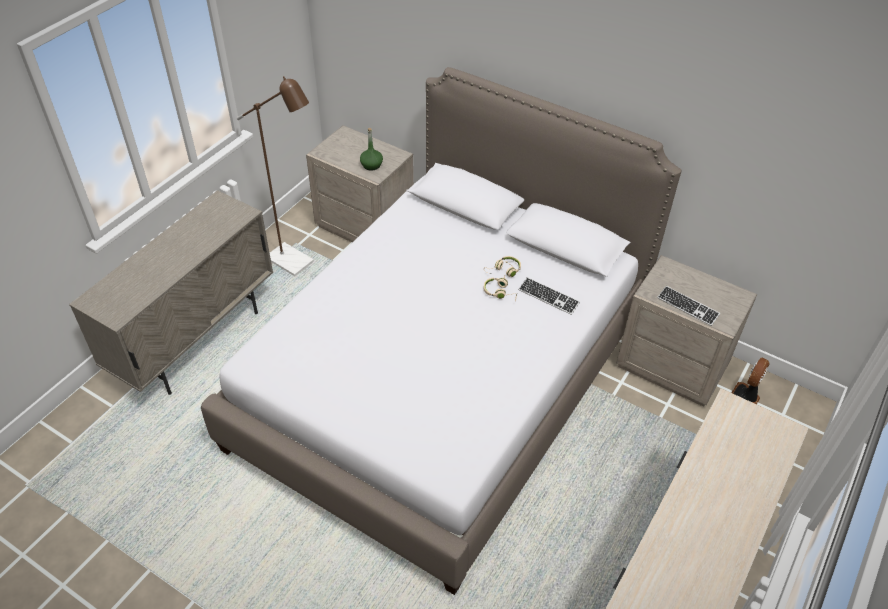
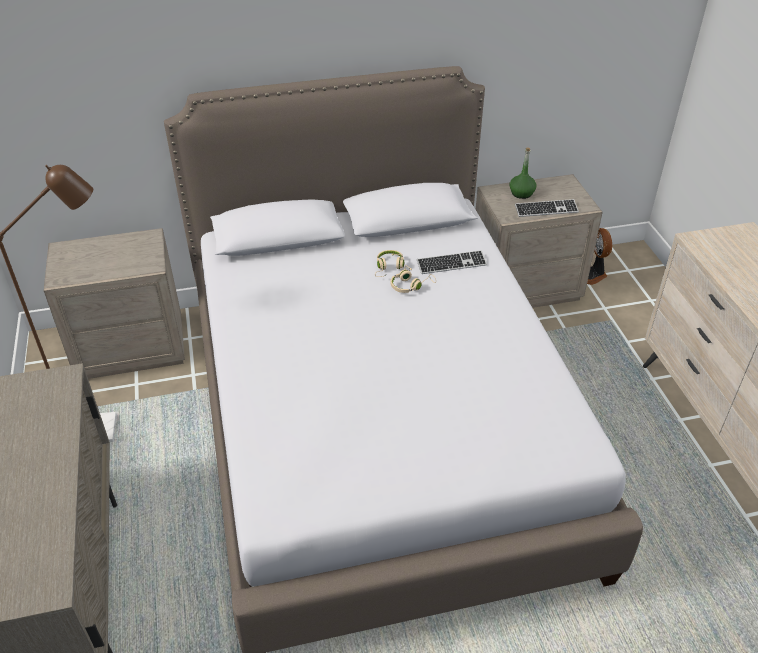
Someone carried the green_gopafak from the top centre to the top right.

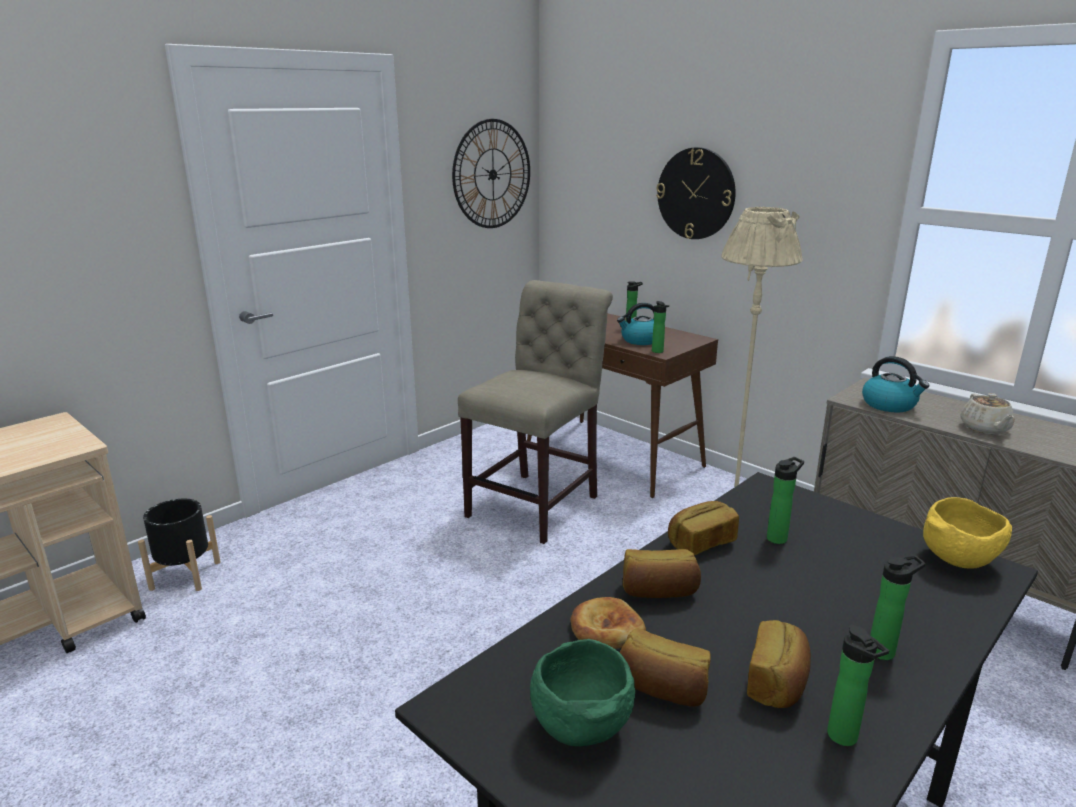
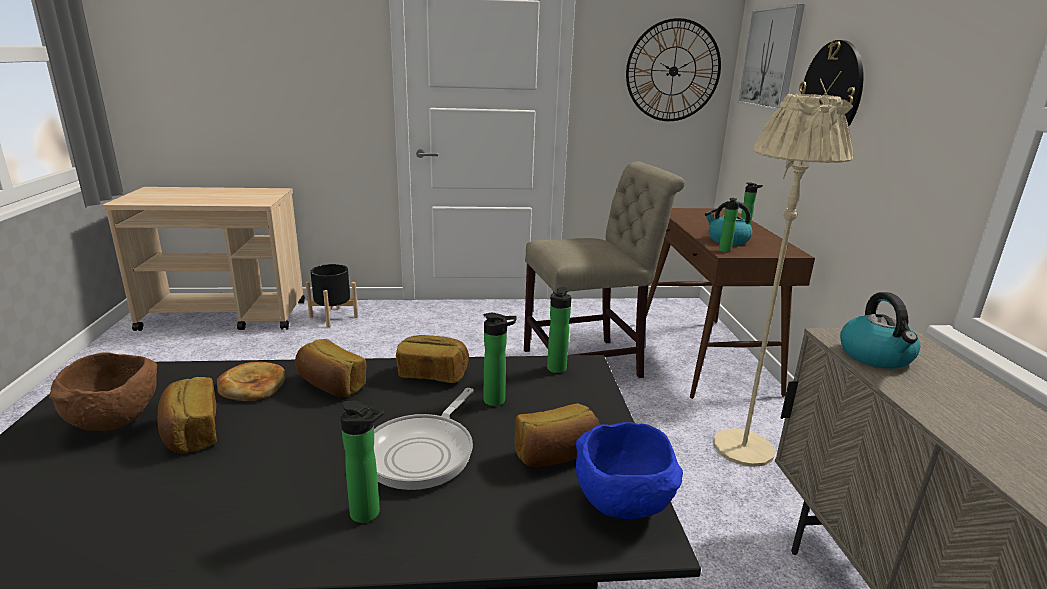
Someone repainted the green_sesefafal at the bottom centre, which became the brown_sesefafal at the middle left. Someone carried the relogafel (5th from left) from the bottom right to the bottom centre. Someone carried the gopafak (4th from left in the first image) from the bottom right to the centre. Someone repainted the yellow_sesefafal at the middle right, which became the blue_sesefafal at the bottom centre. Someone took away the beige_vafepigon at the middle right. Someone put down the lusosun at the bottom centre. Someone put up the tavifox at the top right.

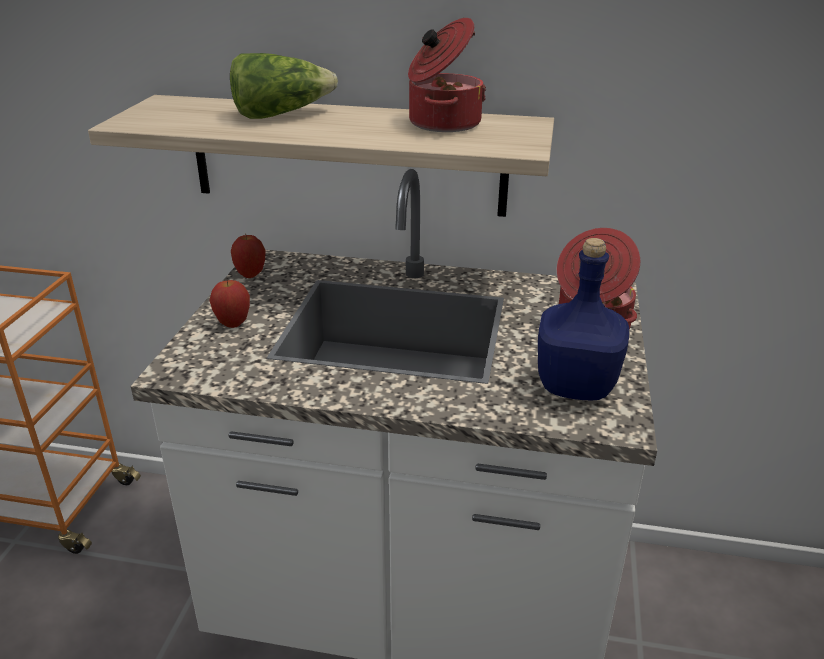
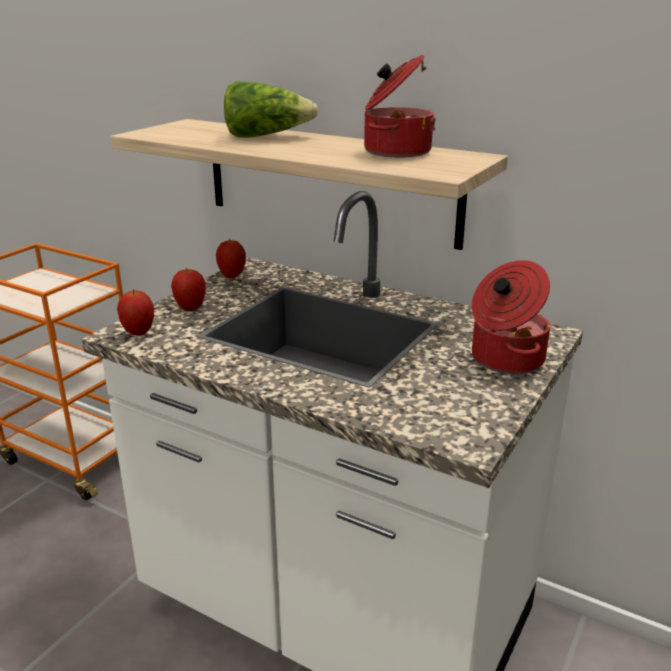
Someone took away the blue_gopafak at the middle right. Someone put down the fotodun (1st from left) at the middle left.

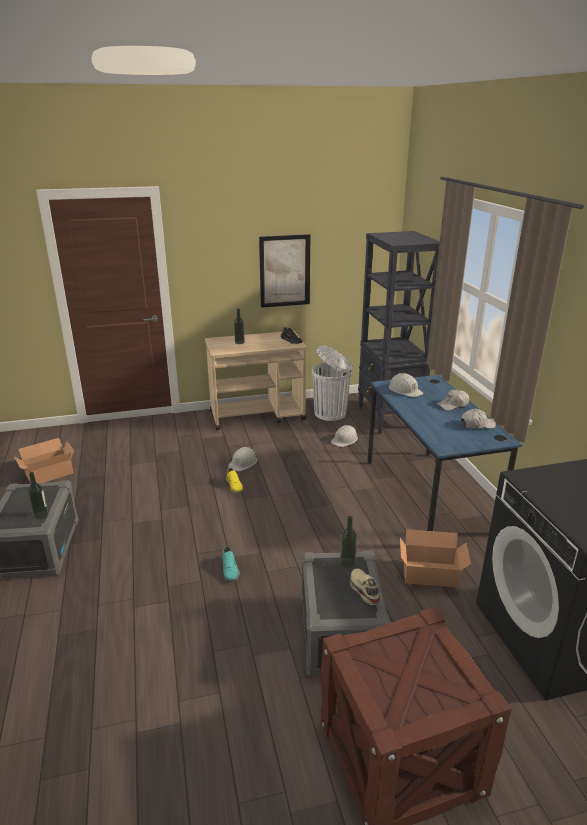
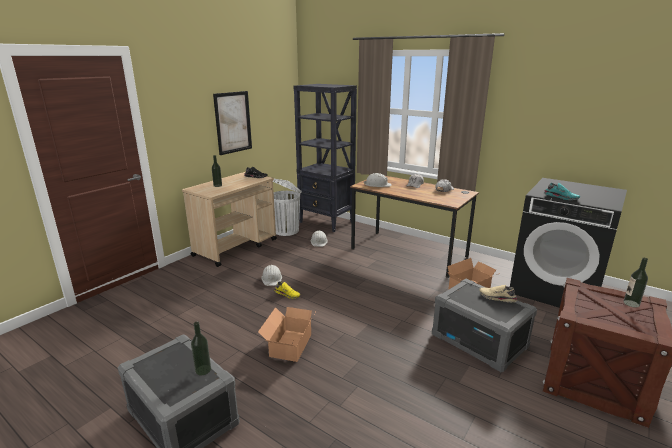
Someone carried the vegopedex (1st from left) from the middle left to the bottom centre. Someone carried the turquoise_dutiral from the bottom centre to the middle right. Someone carried the gopafak (3rd from left) from the centre to the middle right. Someone repainted the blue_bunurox at the middle right, which became the brown_bunurox at the centre.

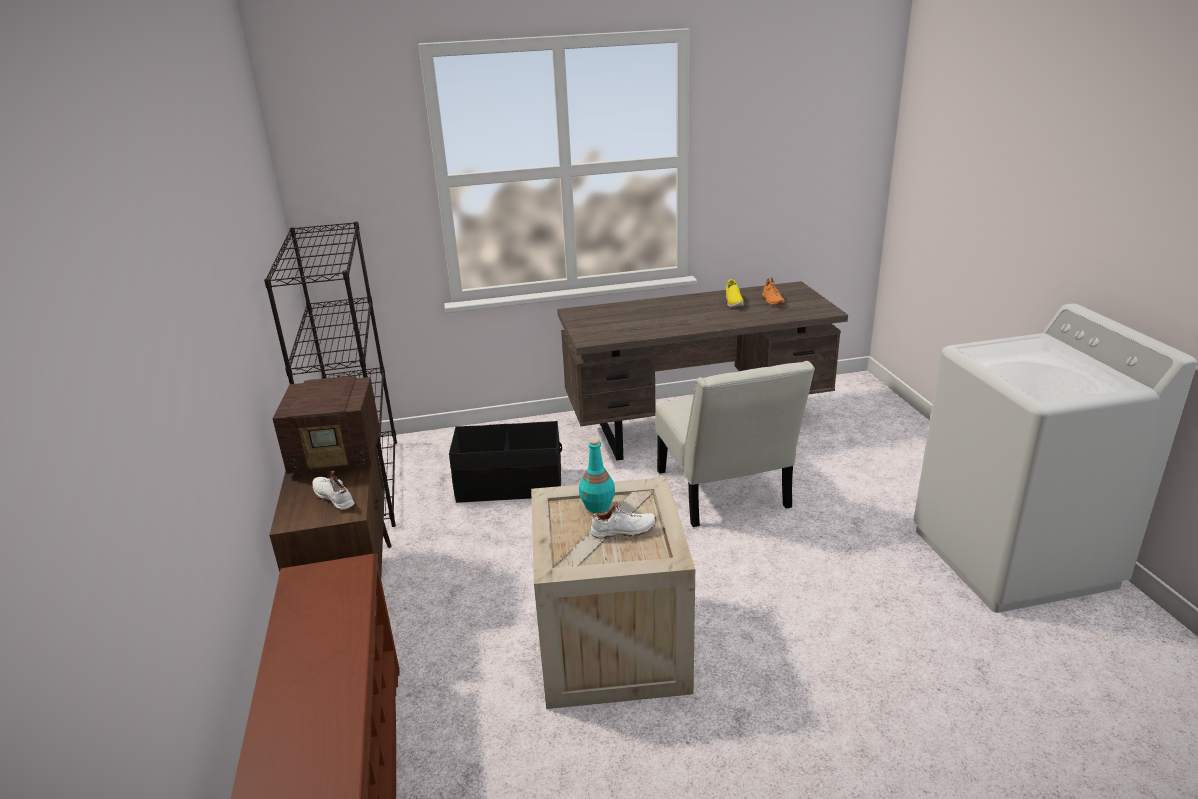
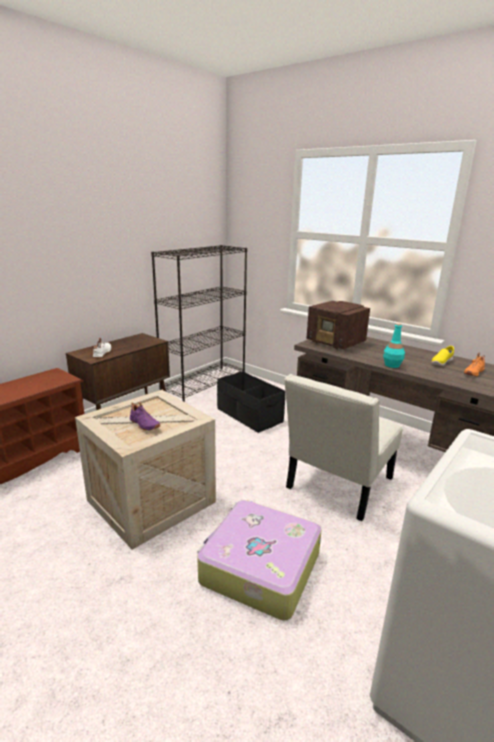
Someone carried the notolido from the middle left to the middle right. Someone carried the turquoise_gopafak from the centre to the middle right. Someone repainted the white_dutiral (2nd from left) at the centre, which became the purple_dutiral at the middle left. Someone put down the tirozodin at the bottom centre.

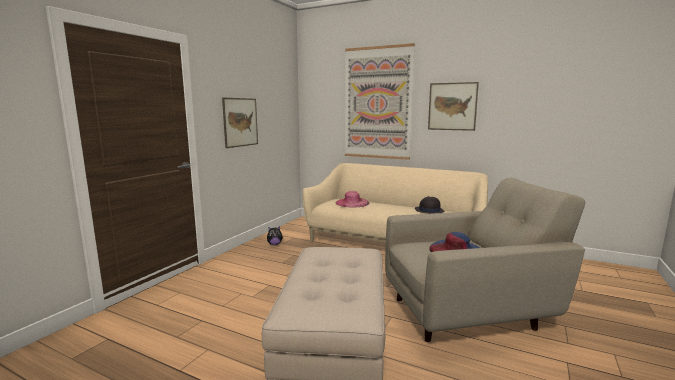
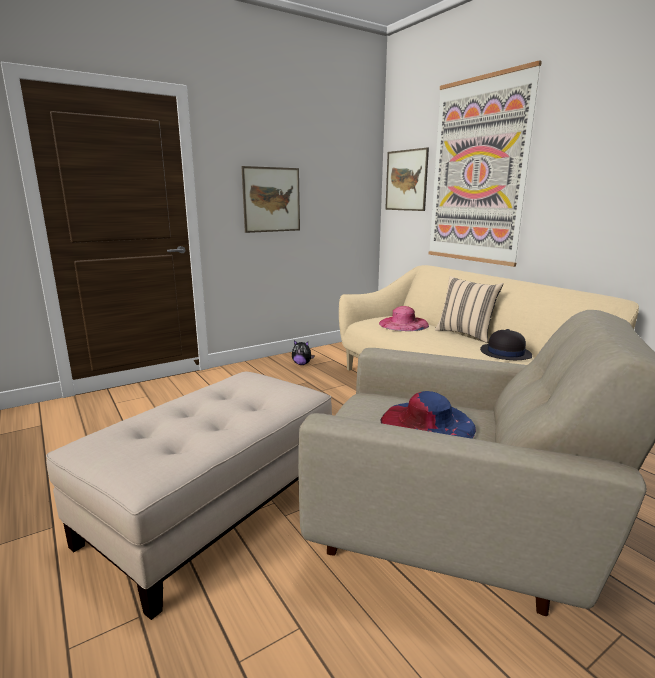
Someone carried the tavifox (3rd from left in the first image) from the top right to the top centre. Someone put down the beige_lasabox at the middle right.

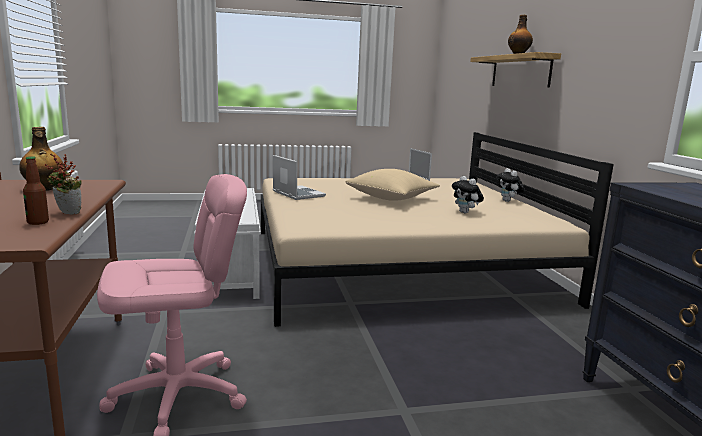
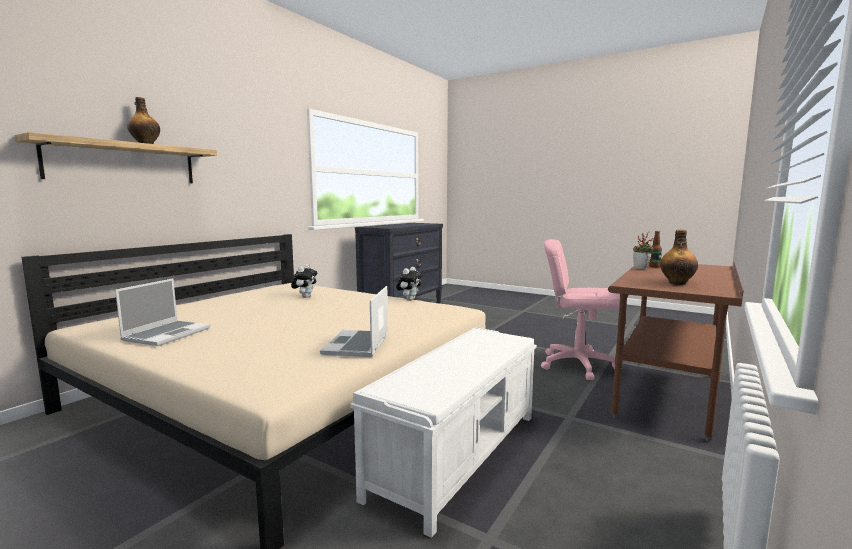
Someone took away the beige_lasabox at the centre. Someone carried the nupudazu (2nd from left) from the middle right to the centre.

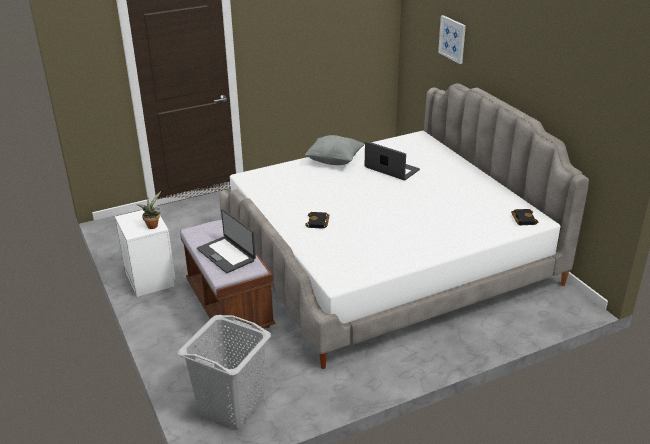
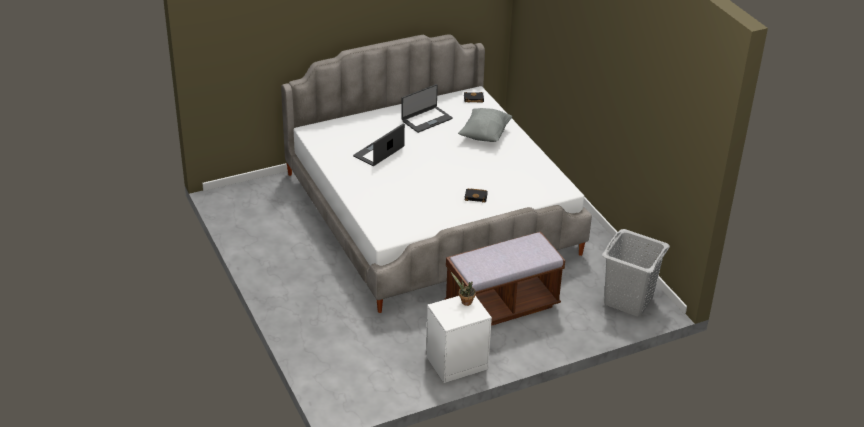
Someone carried the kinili (1st from left in the first image) from the centre to the top centre. Someone carried the grey_lasabox from the centre to the top centre. Someone took away the tavifox at the top right.

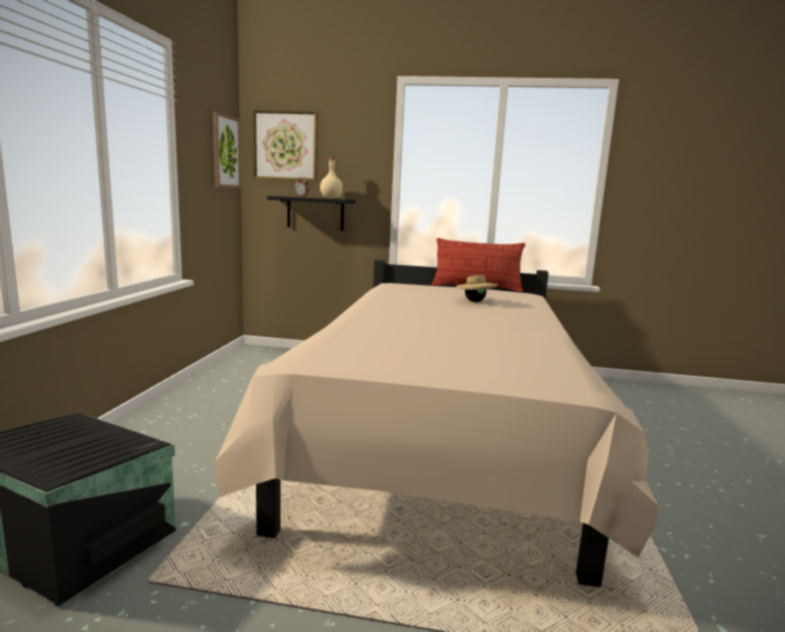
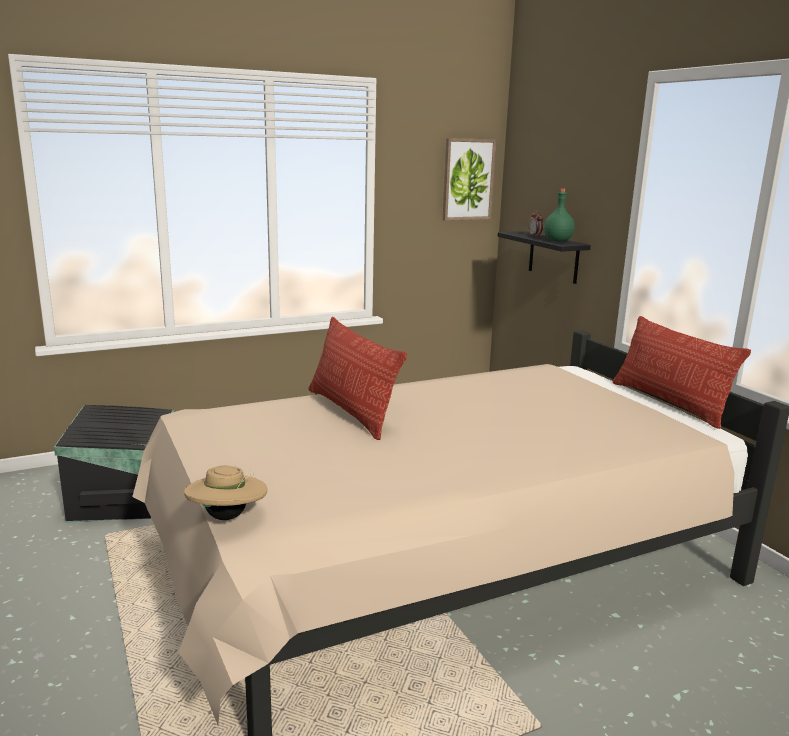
Someone took away the tavifox (2nd from left) at the top centre. Someone repainted the beige_gopafak at the top centre, which became the green_gopafak at the top right. Someone carried the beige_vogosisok from the centre to the bottom left. Someone put down the lasabox (1st from left) at the centre.

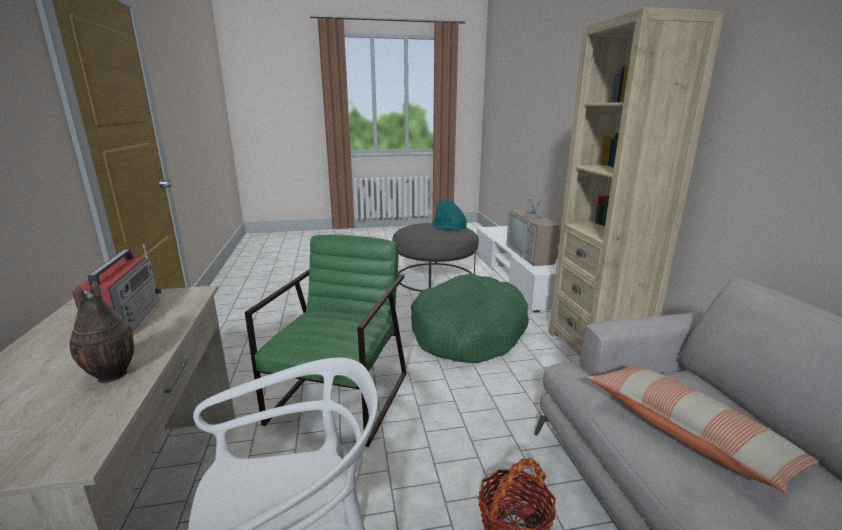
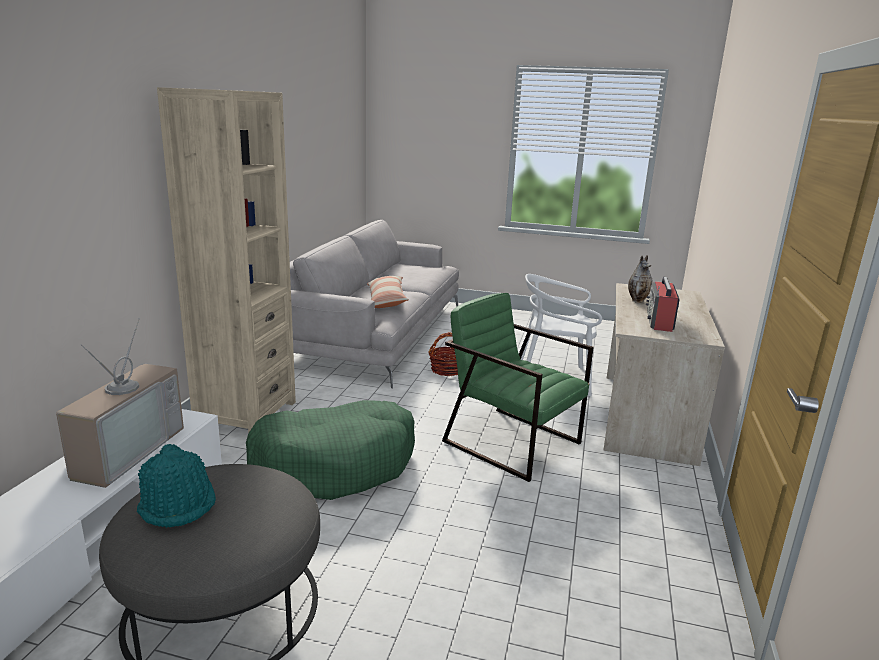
Someone rotated the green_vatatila at the centre by 90 degrees clockwise.

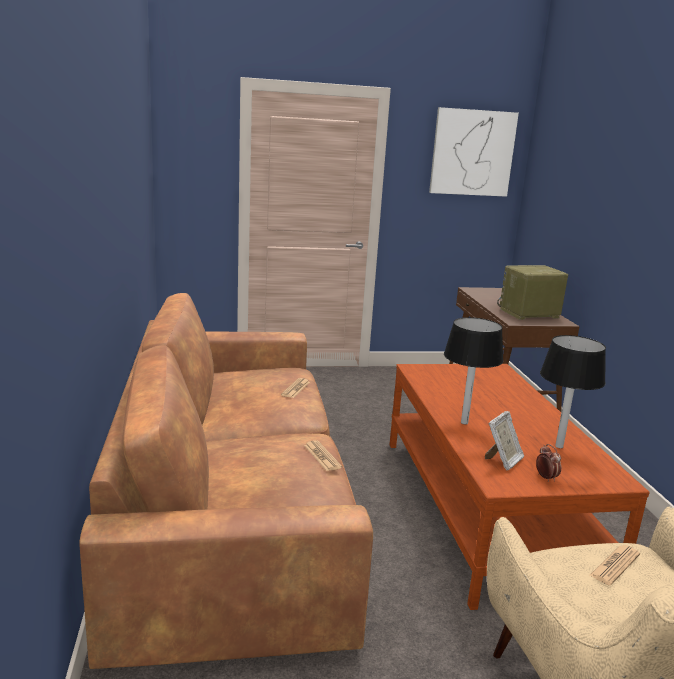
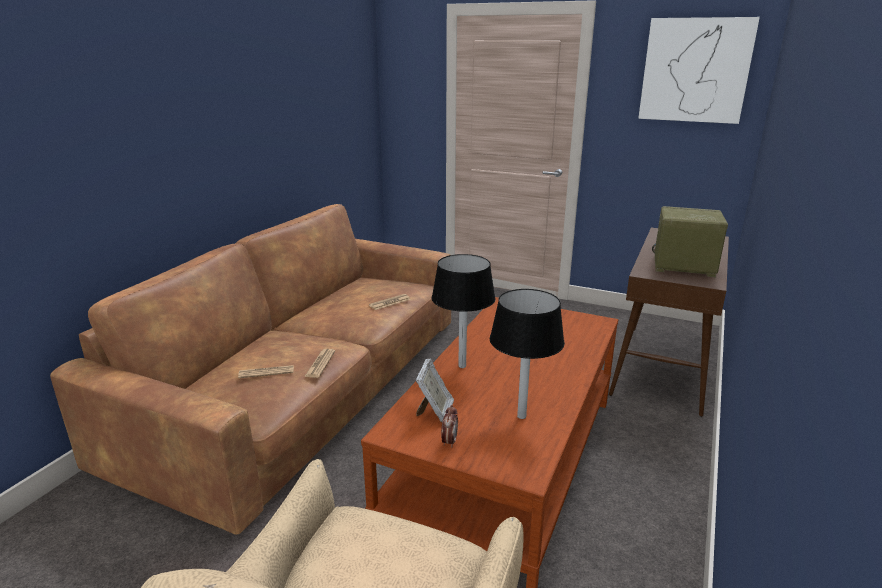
Someone rotated the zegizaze at the middle right by 60 degrees counterclockwise. Someone carried the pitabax (3rd from left in the first image) from the bottom right to the middle left.

